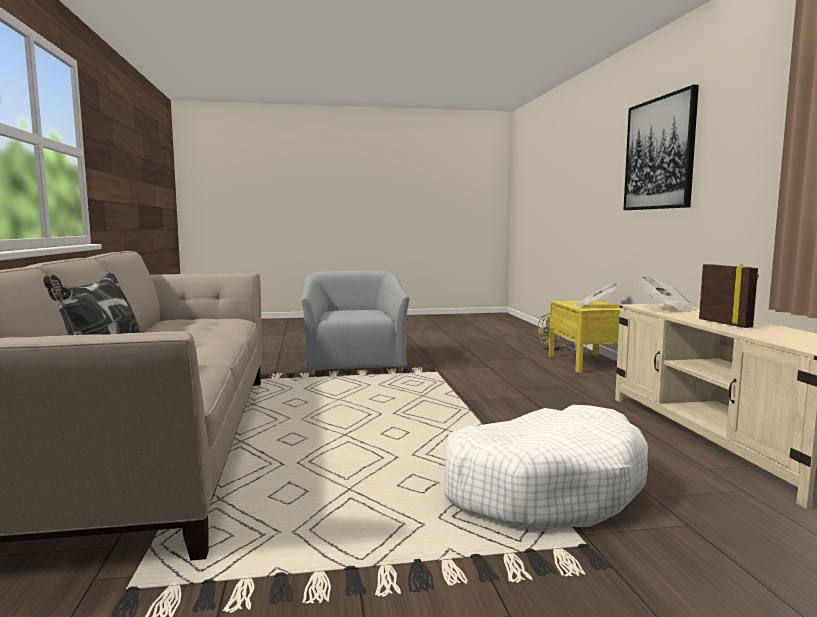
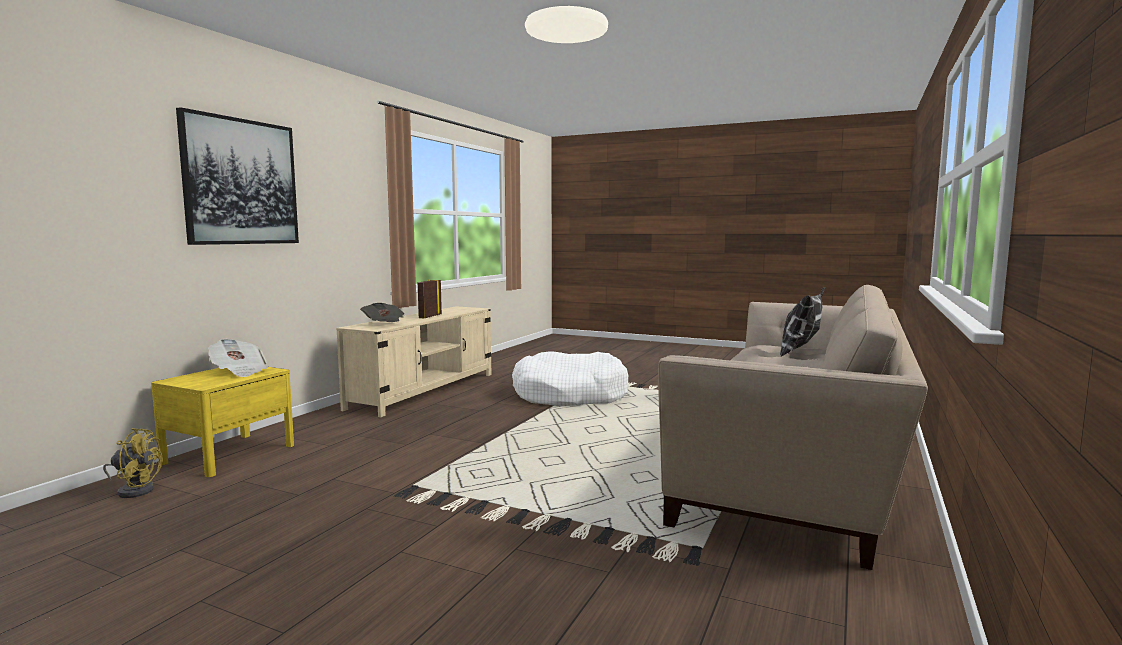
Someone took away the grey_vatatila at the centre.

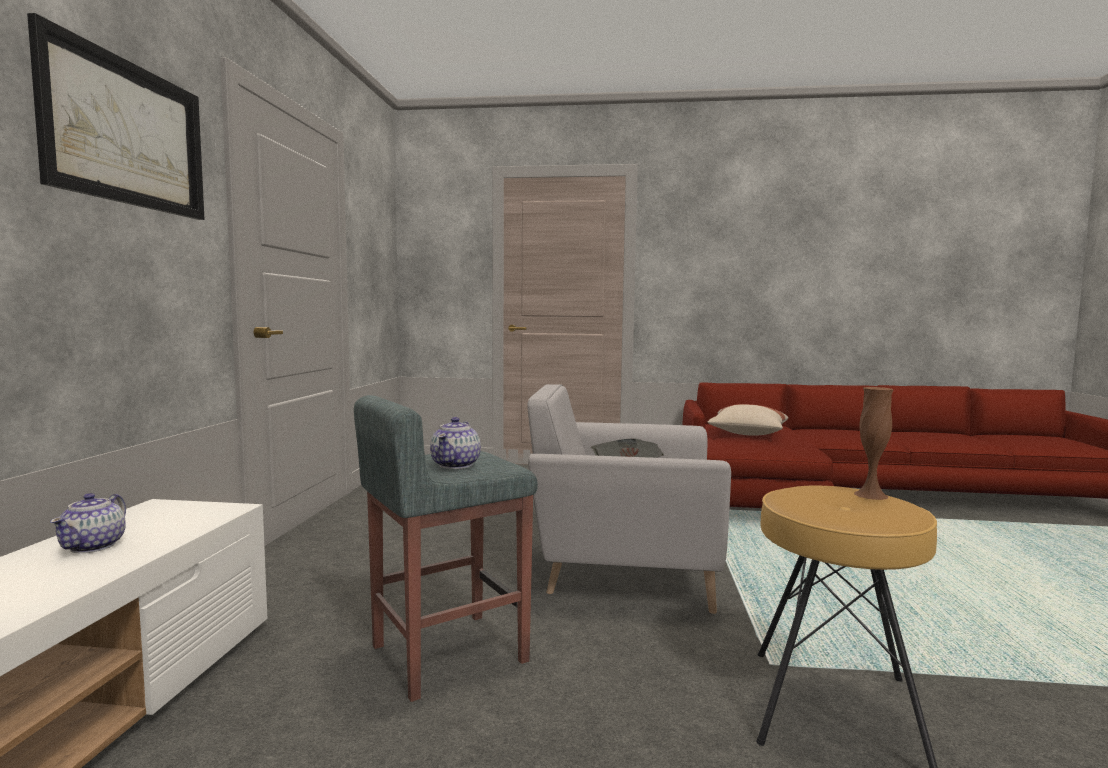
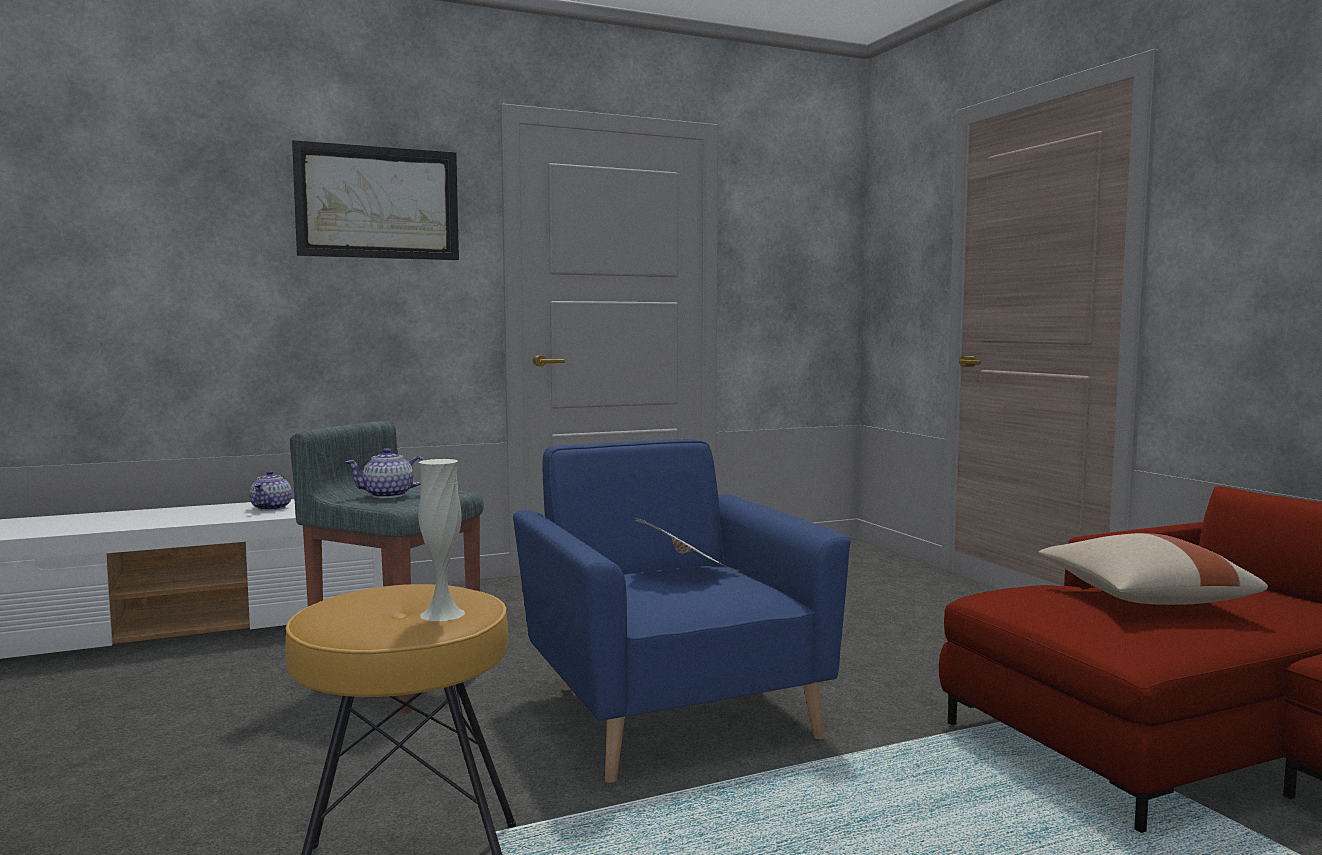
Someone rotated the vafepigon (1st from left) at the bottom left by 60 degrees counterclockwise. Someone repainted the grey_vatatila at the centre, which became the blue_vatatila at the bottom centre. Someone repainted the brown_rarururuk at the middle right, which became the white_rarururuk at the centre.

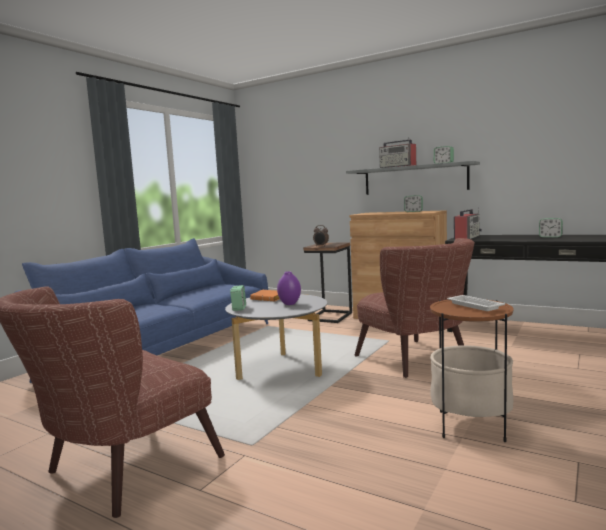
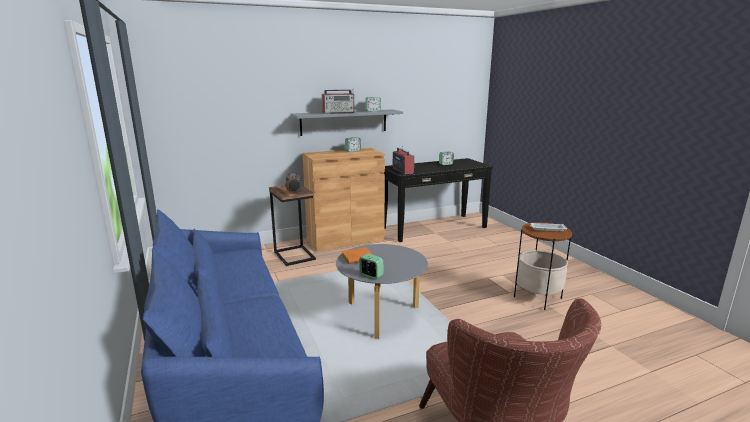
Someone took away the purple_rarururuk at the centre. Someone took away the brown_vatatila (2nd from left) at the middle right.

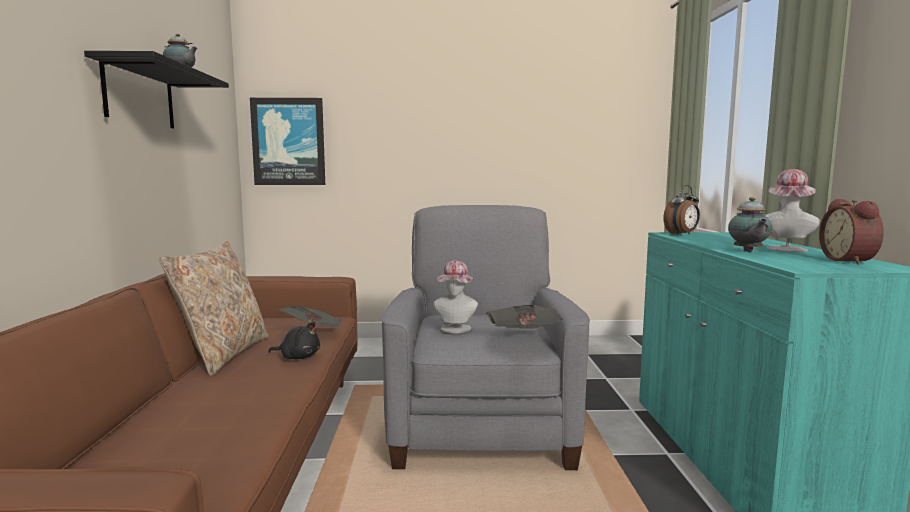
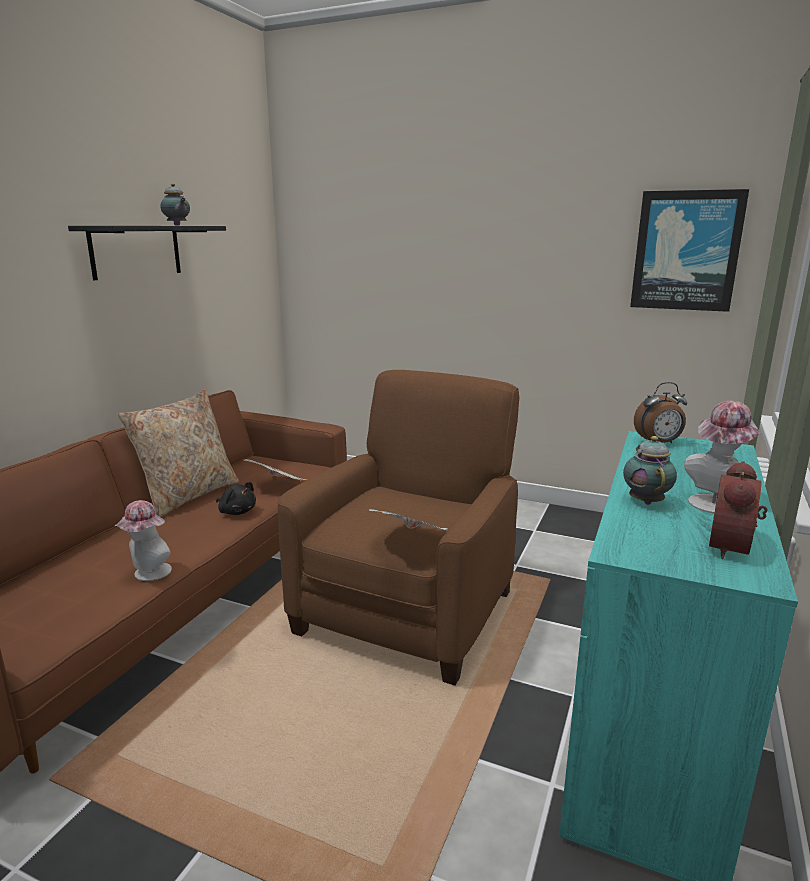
Someone carried the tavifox from the top left to the top right. Someone repainted the grey_vatatila at the centre, which became the brown_vatatila at the centre. Someone carried the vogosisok (1st from left) from the centre to the middle left. Someone rotated the vafepigon (2nd from left) at the middle right by 150 degrees clockwise.

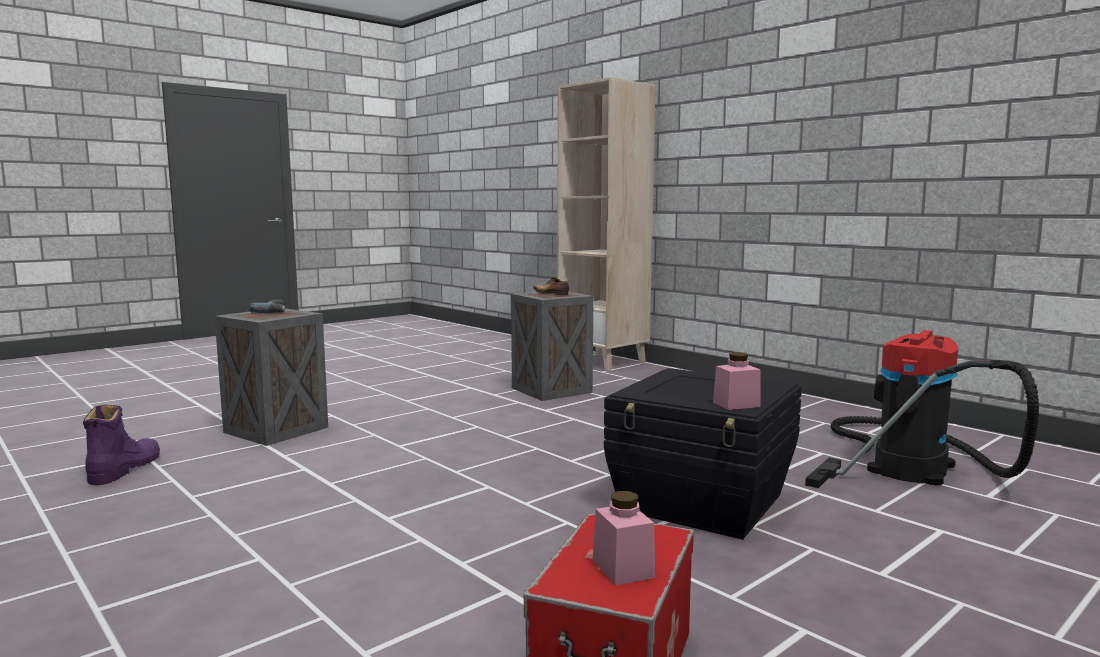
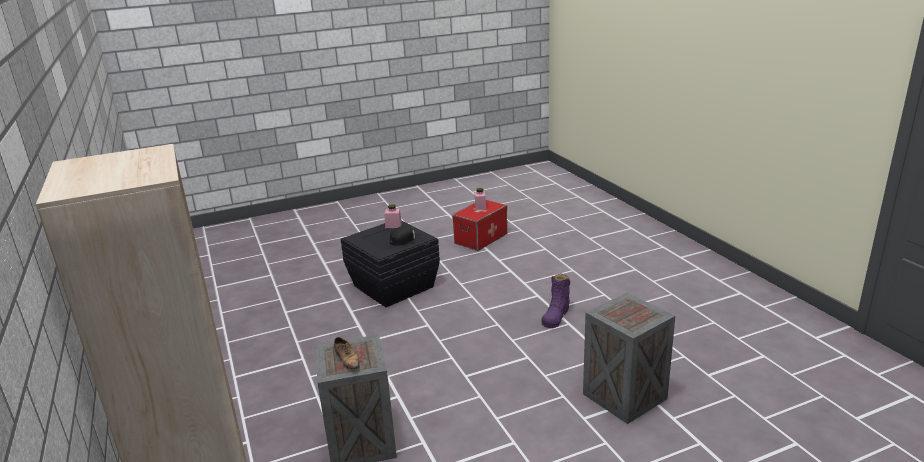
Someone carried the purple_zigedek from the bottom left to the centre. Someone took away the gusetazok at the middle left. Someone took away the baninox at the middle right. Someone put down the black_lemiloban at the centre.

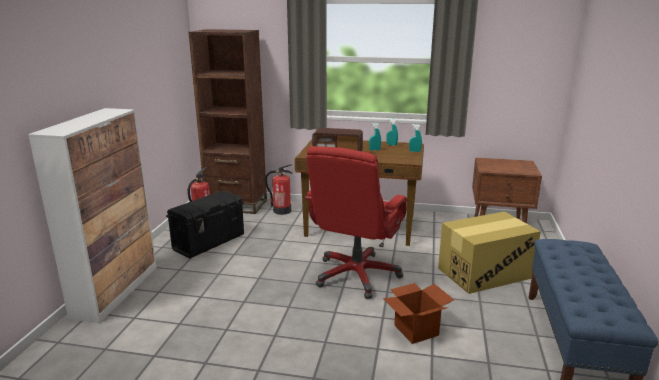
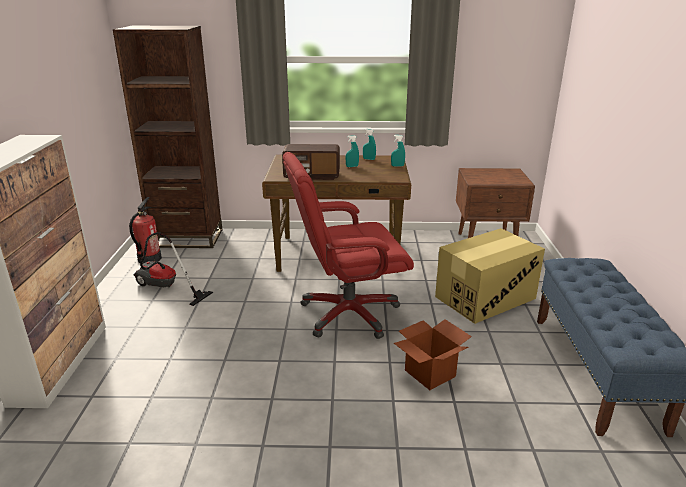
Someone swapped the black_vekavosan at the middle left for the baninox at the middle left. Someone took away the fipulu (2nd from left) at the centre. Someone rotated the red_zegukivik at the centre by 60 degrees clockwise.

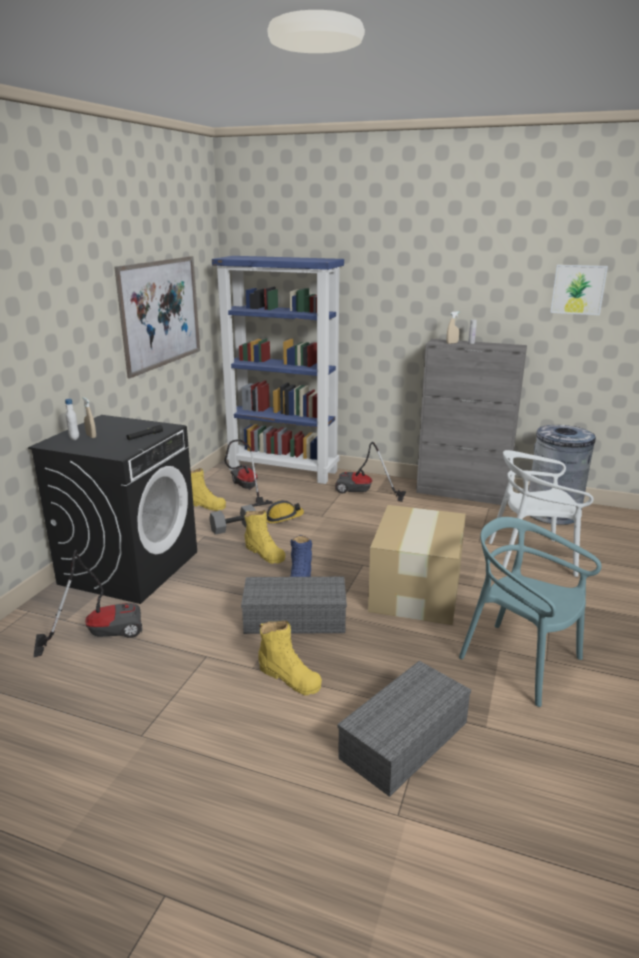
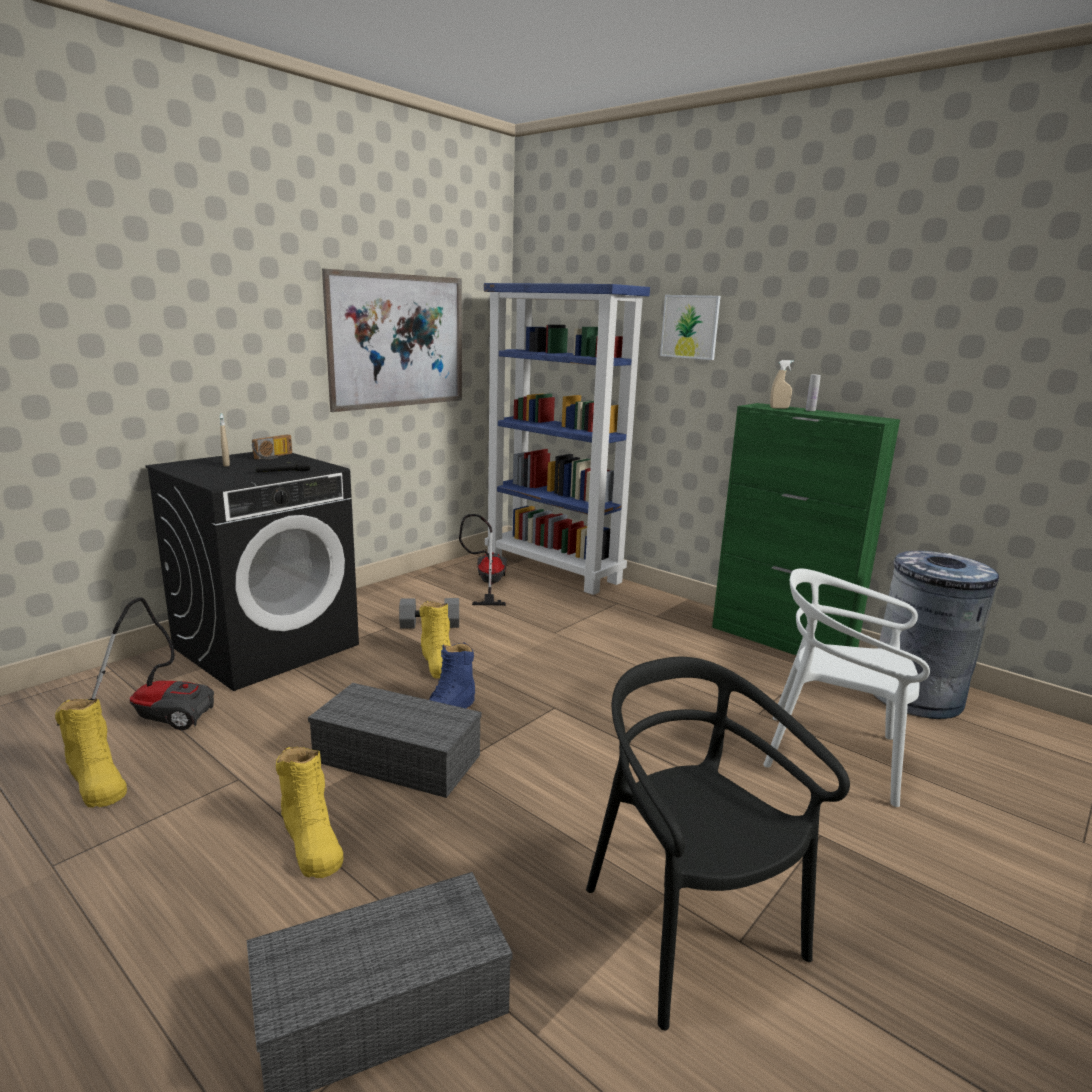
Someone took away the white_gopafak (1st from left) at the middle left. Someone carried the yellow_zigedek (1st from left) from the middle left to the bottom left. Someone took away the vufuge at the centre. Someone took away the baninox (3rd from left) at the centre. Someone took away the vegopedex at the centre. Someone repainted the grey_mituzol at the middle right, which became the green_mituzol at the middle right. Someone repainted the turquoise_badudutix at the middle right, which became the black_badudutix at the bottom centre. Someone carried the tavifox (2nd from left) from the top right to the top centre. Someone put down the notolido at the middle left.

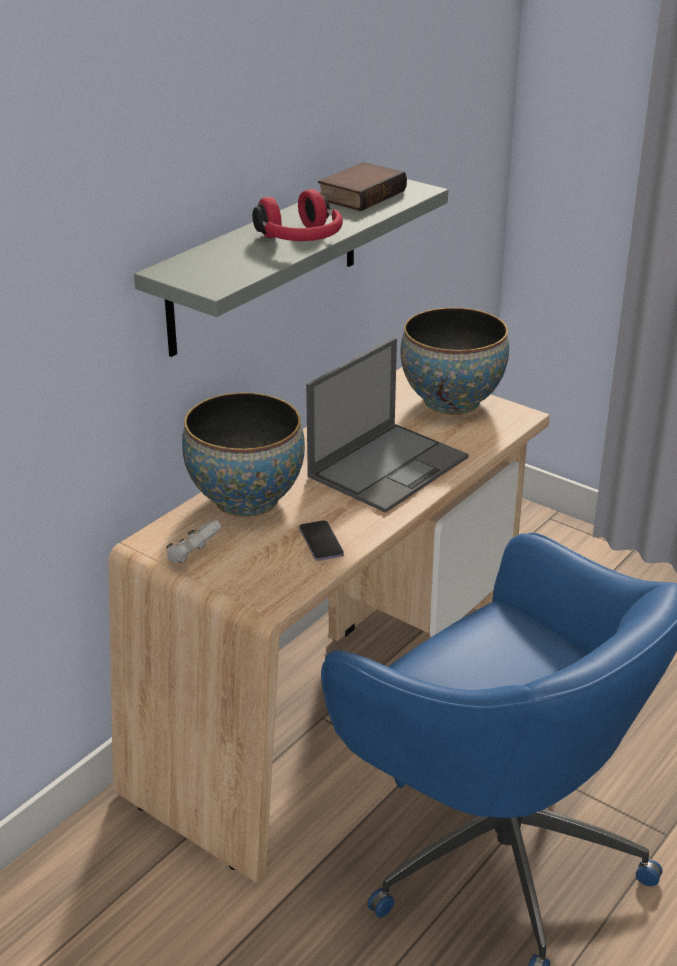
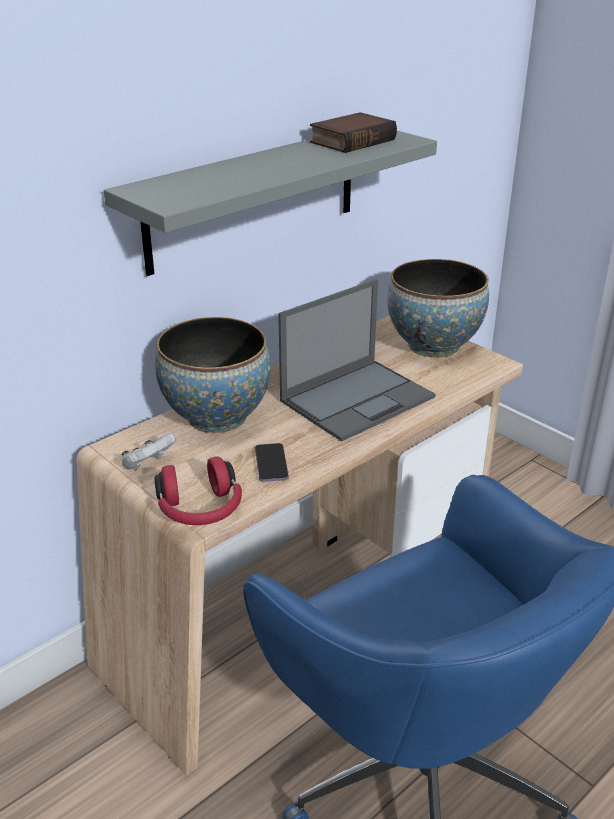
Someone carried the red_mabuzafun from the top centre to the middle left.

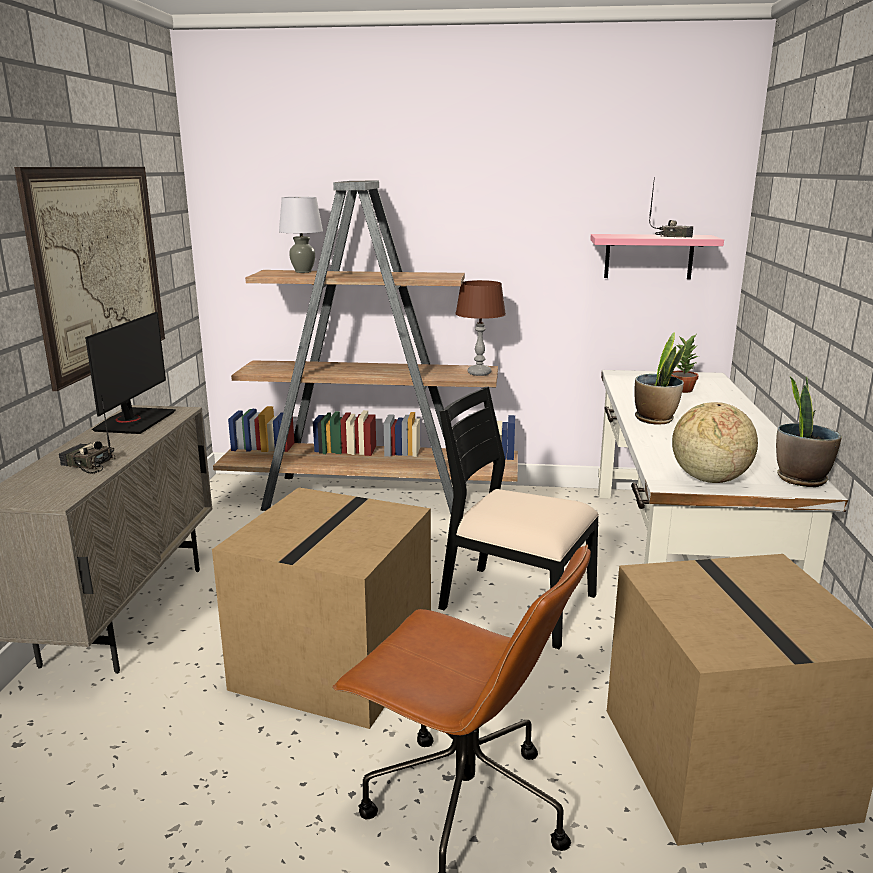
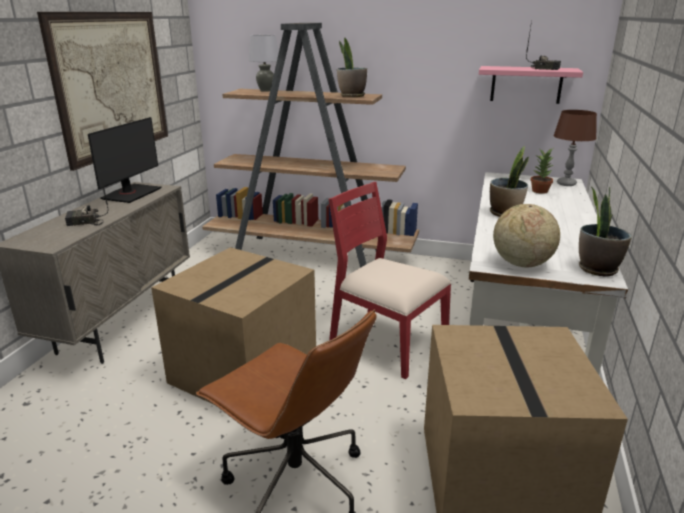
Someone rotated the notolido (1st from left) at the middle left by 45 degrees counterclockwise. Someone repainted the black_badudutix at the centre, which became the red_badudutix at the centre. Someone carried the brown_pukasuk from the centre to the top right. Someone put down the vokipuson (1st from left) at the top centre.

